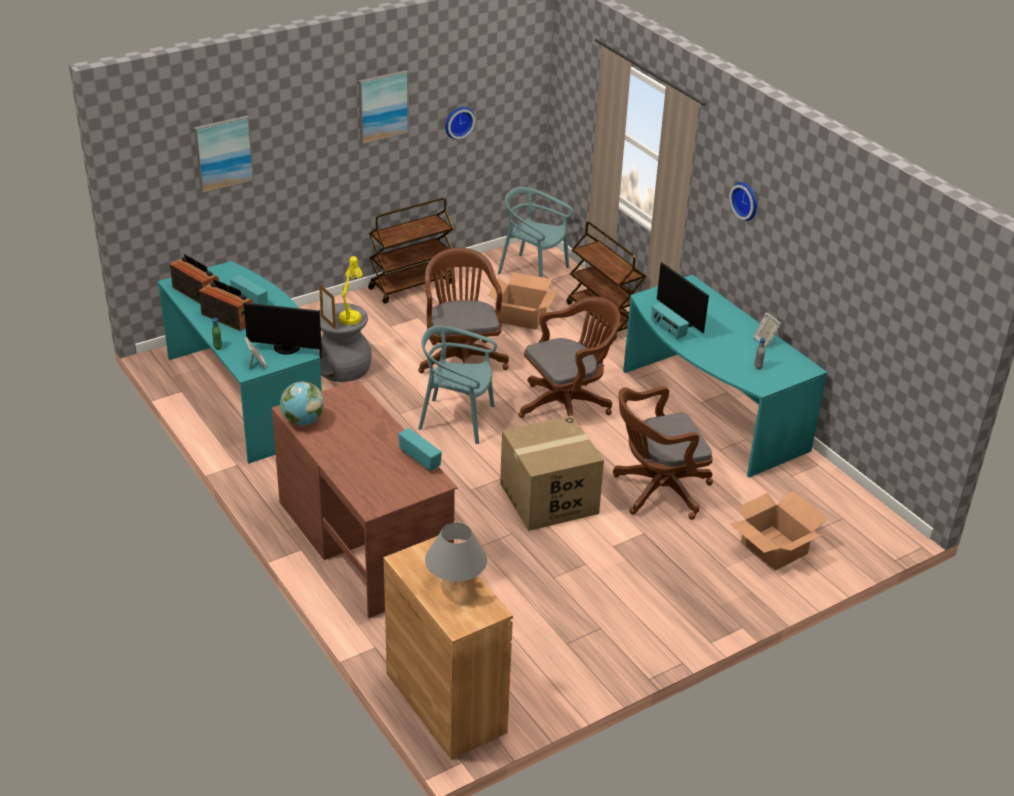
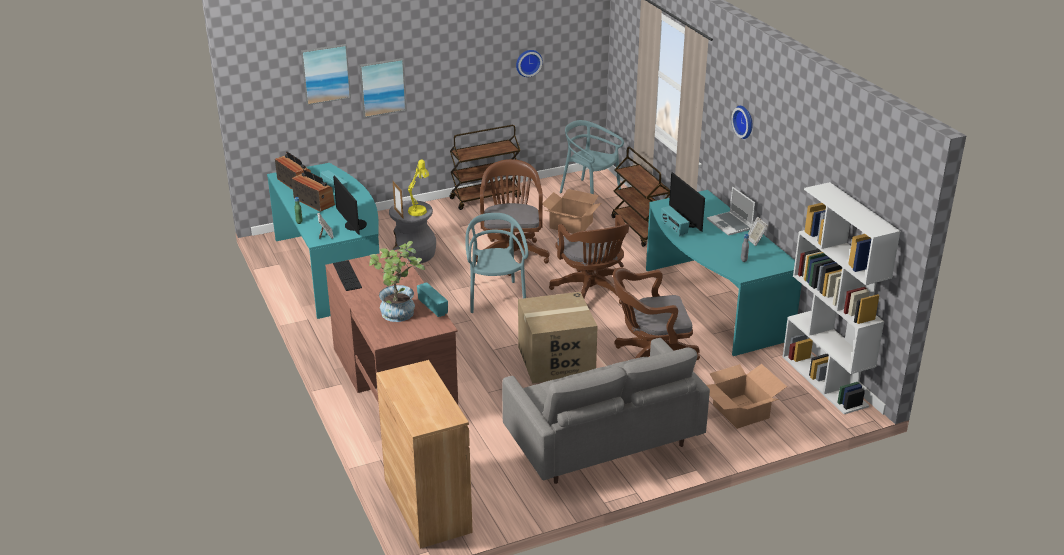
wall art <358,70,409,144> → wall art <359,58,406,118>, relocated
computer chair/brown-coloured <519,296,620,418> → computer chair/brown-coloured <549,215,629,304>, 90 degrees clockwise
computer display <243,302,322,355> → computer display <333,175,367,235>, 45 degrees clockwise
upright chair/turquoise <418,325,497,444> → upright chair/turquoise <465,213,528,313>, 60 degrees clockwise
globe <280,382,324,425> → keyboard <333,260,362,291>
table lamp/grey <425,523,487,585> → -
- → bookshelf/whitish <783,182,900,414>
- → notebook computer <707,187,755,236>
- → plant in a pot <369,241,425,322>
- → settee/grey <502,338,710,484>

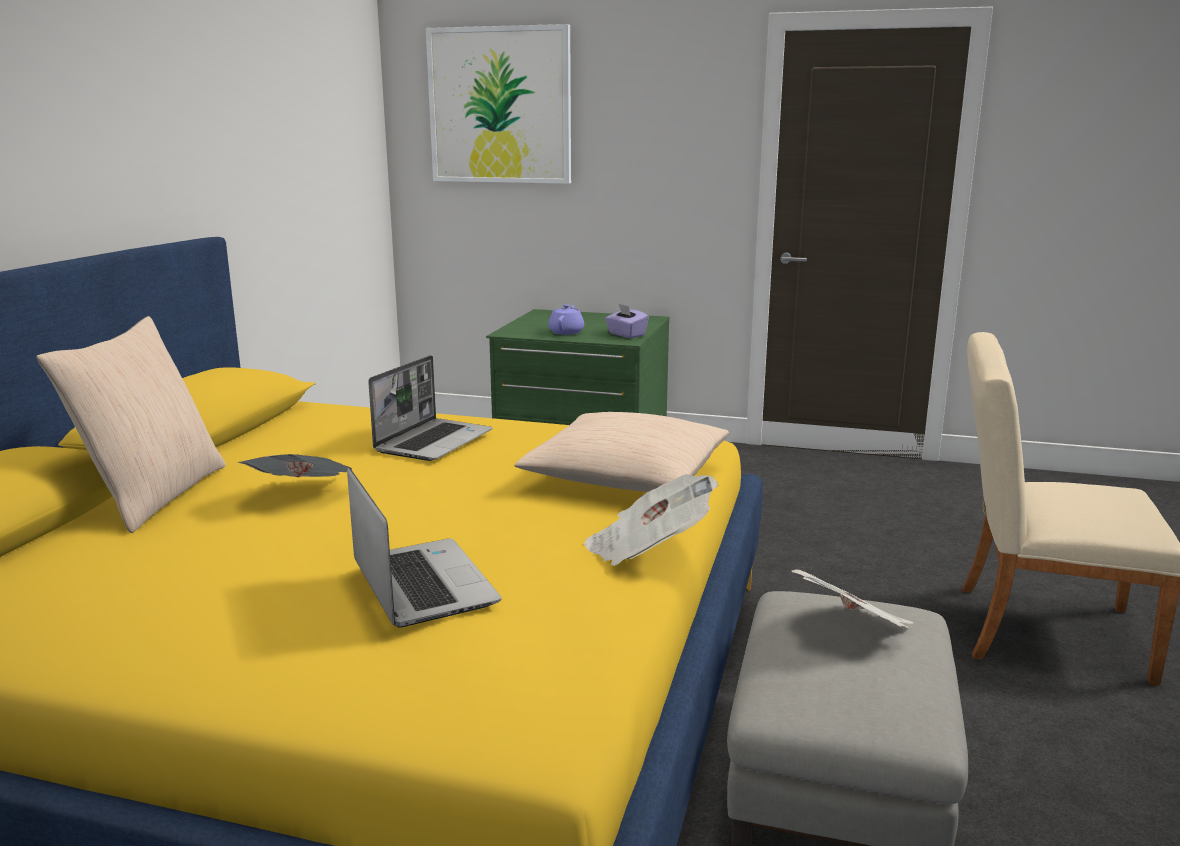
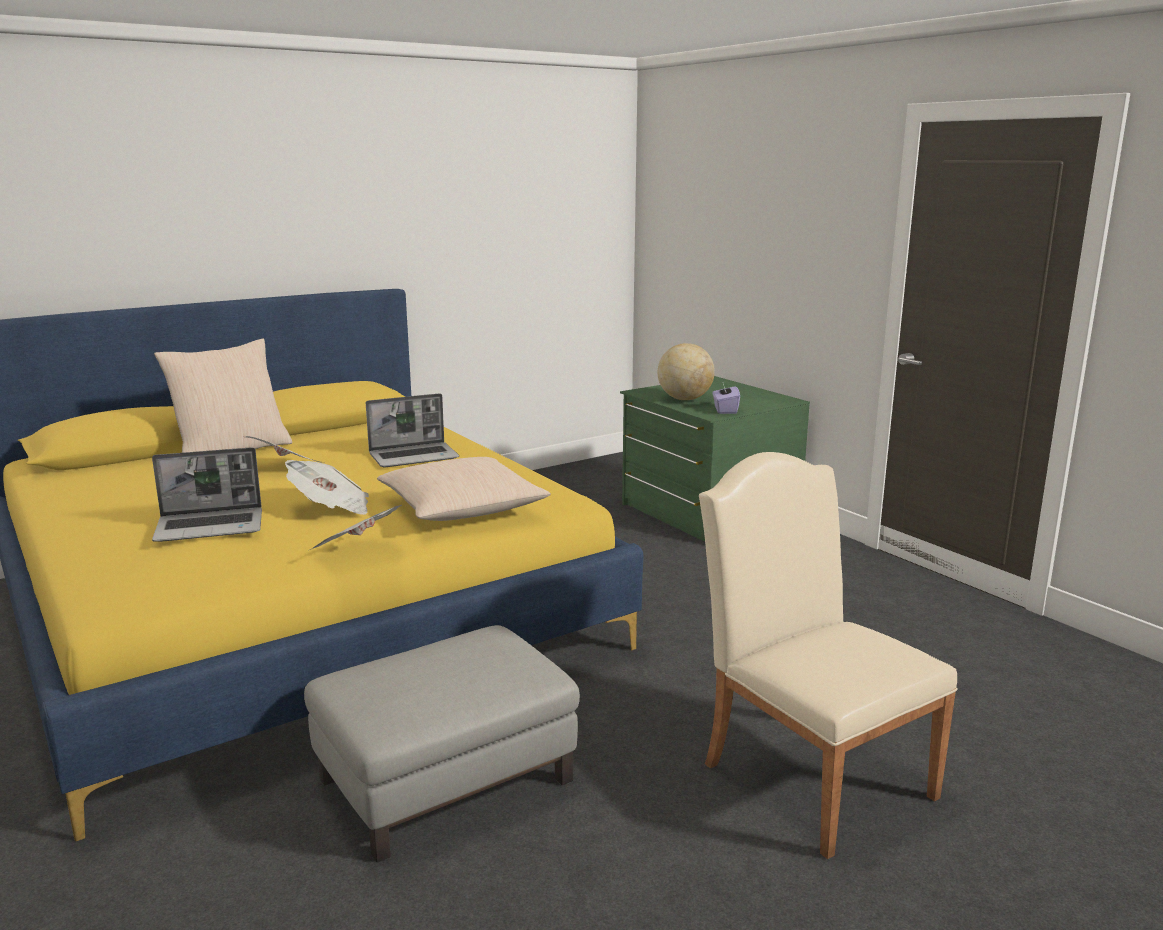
wall art <426,24,571,184> → -
pot for tea/purplish <548,304,584,335> → globe <658,343,715,400>
notebook computer <347,467,502,628> → notebook computer <152,447,262,542>, 60 degrees clockwise
newspaper <792,570,914,628> → newspaper <285,460,369,515>, relocated

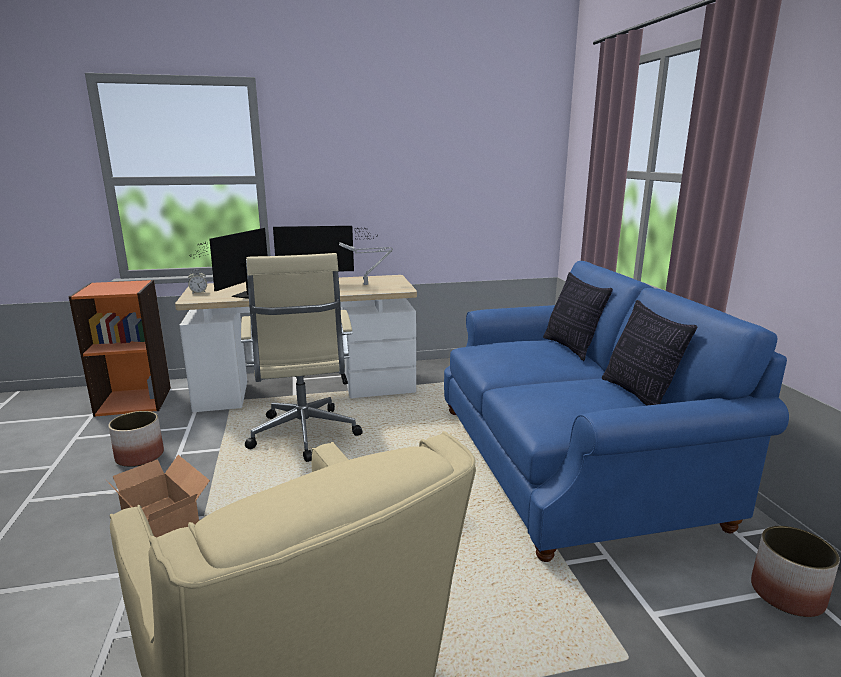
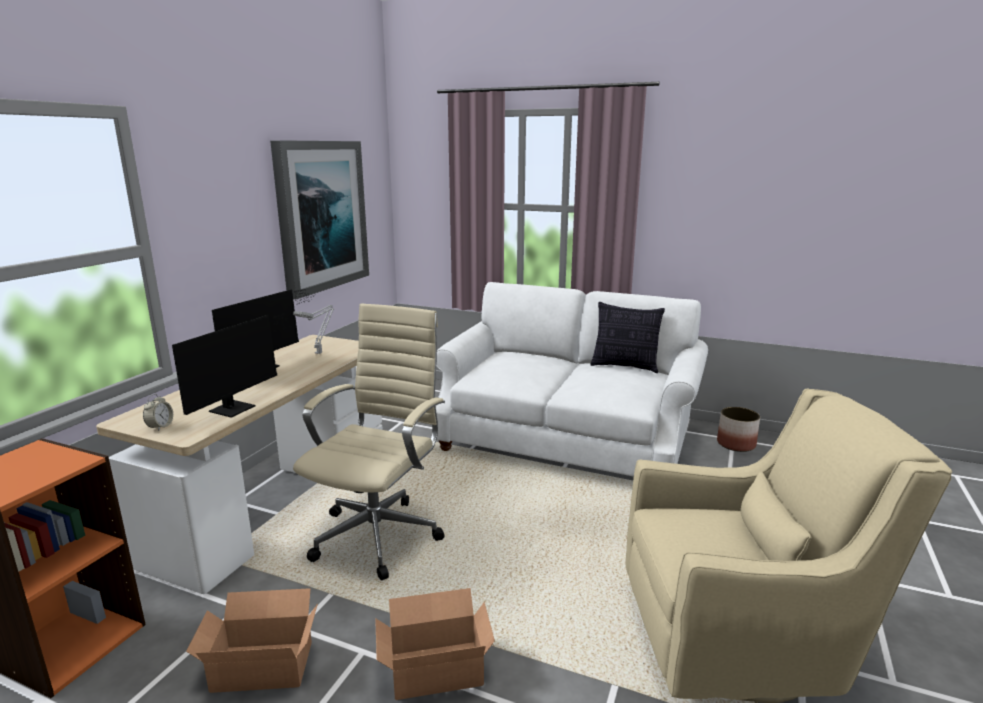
computer display <189,228,268,299> → computer display <172,313,296,418>, 120 degrees counterclockwise
computer chair/beige-coloured <241,253,362,462> → computer chair/beige-coloured <293,303,445,580>, 90 degrees counterclockwise
settee/blue <444,261,789,562> → settee/whitish <436,282,708,477>
pillow <543,272,613,361> → -
planter <108,411,164,467> → carton <186,588,318,693>
- → wall art <270,140,369,299>

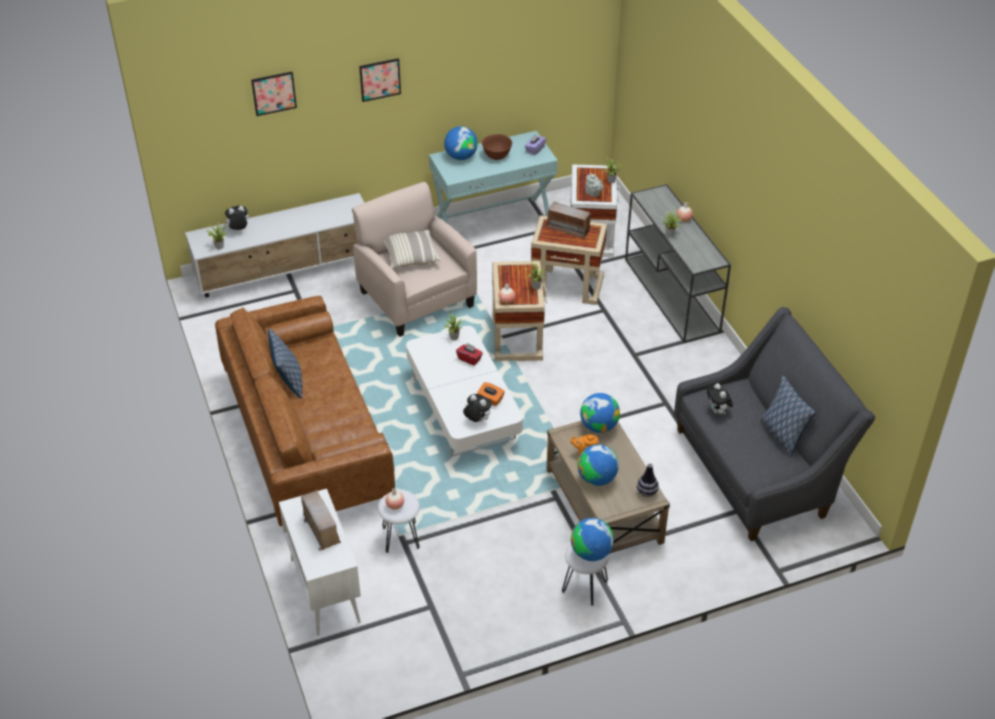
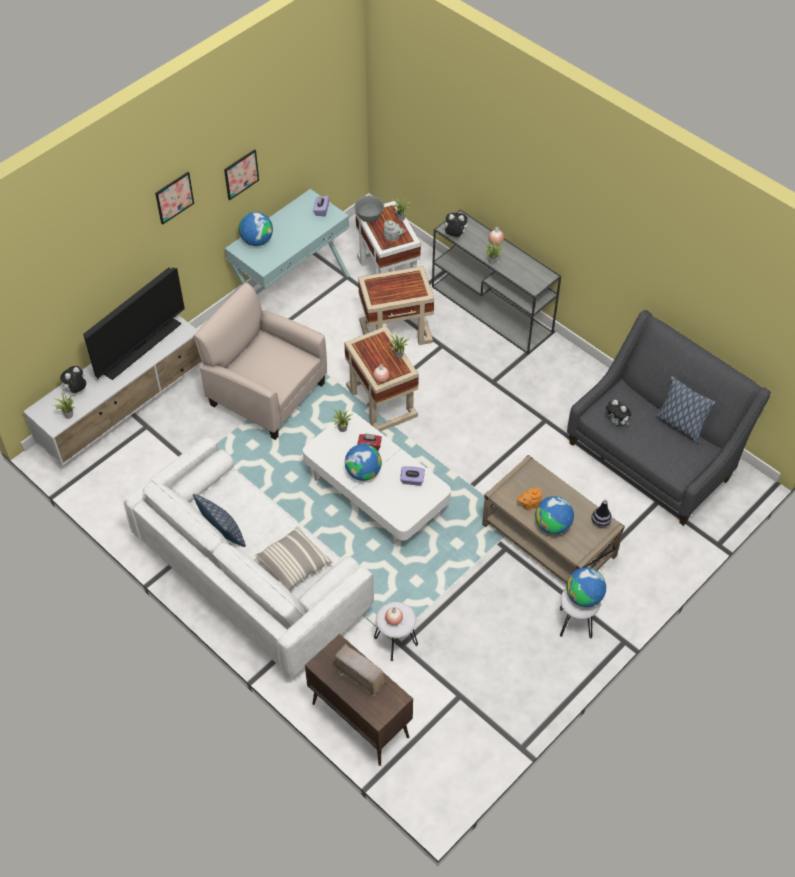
wall art <251,72,297,116> → wall art <224,149,259,200>, relocated
serving bowl/brown-coloured <482,134,512,160> → -
radio <545,202,591,239> → -
pillow <384,230,441,268> → pillow <254,526,333,591>, relocated
settee/brown-coloured <215,296,395,526> → settee/whitish <124,436,374,678>
tissue box/orangey <477,382,505,406> → tissue box/purplish <400,466,425,485>
globe <580,393,620,433> → globe <345,444,382,481>, relocated
cuddly toy <463,394,492,422> → cuddly toy <442,213,468,237>, relocated
cupboard/whitish <279,489,361,636> → cupboard/brown-coloured <305,634,413,766>
- → serving bowl/grey <354,196,384,222>
- → TV <83,267,185,380>

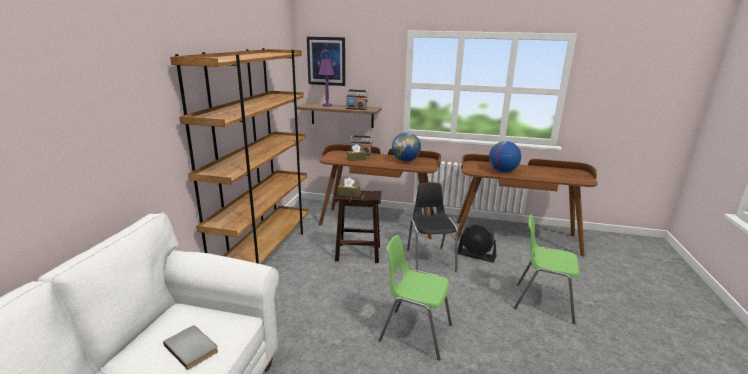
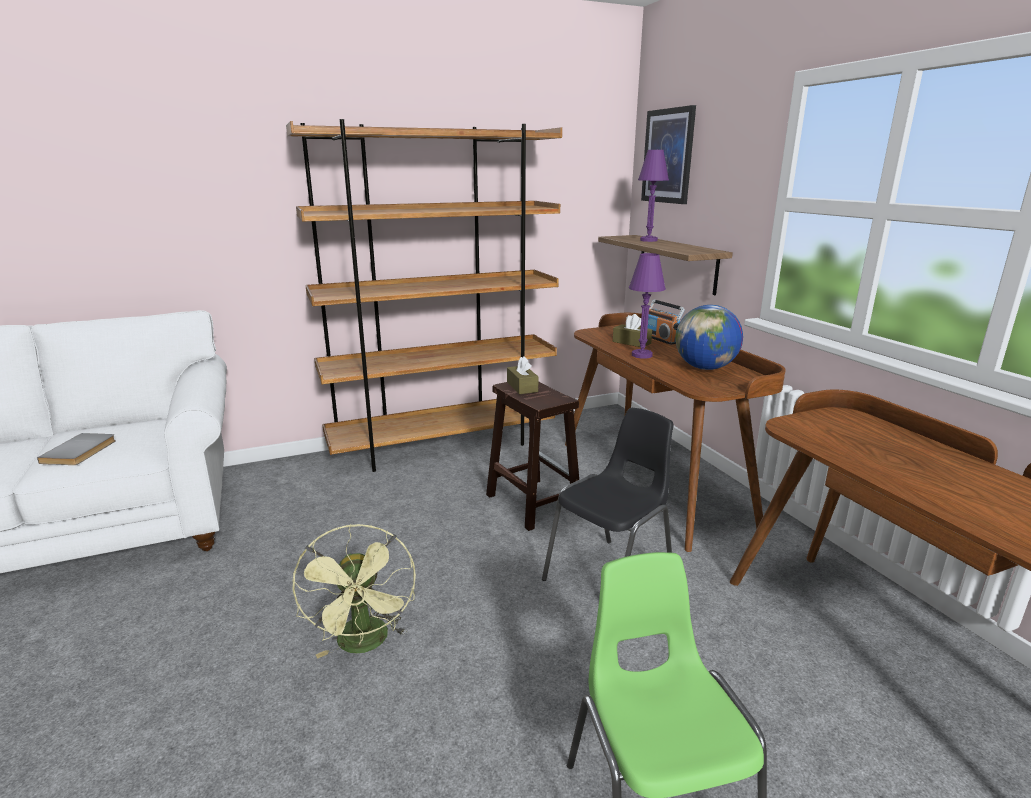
radio <346,89,368,110> → -
globe <489,141,521,172> → -
fan/blackish <458,222,496,263> → -
upright chair/green-coloured <379,235,452,361> → fan/green-coloured <292,524,416,659>
- → table lamp/purplish <629,253,666,359>

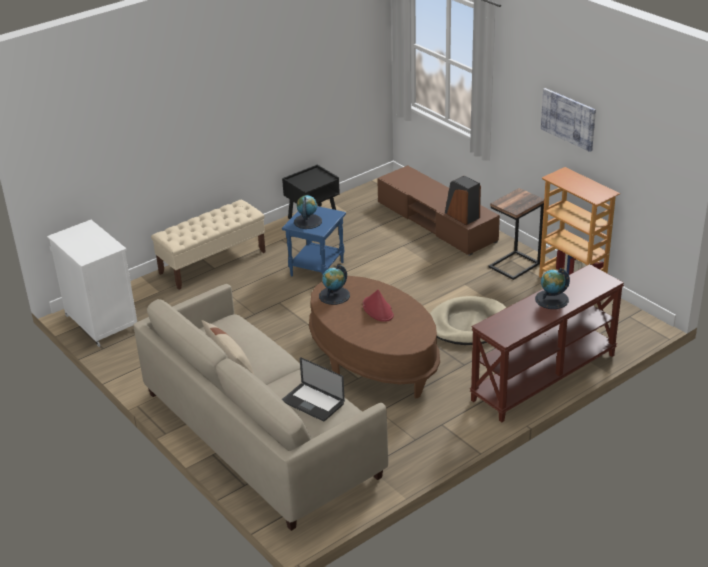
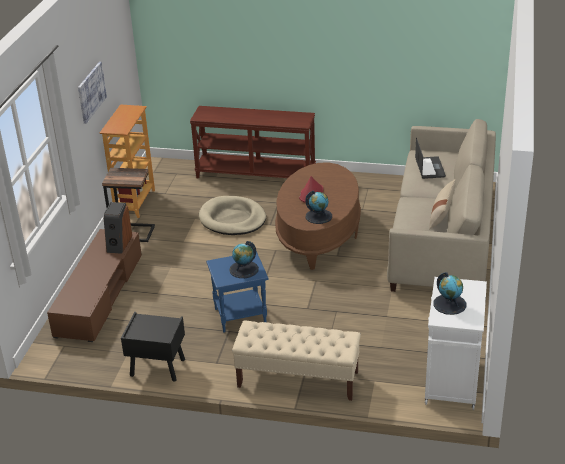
globe <535,268,570,309> → globe <433,272,466,315>, relocated

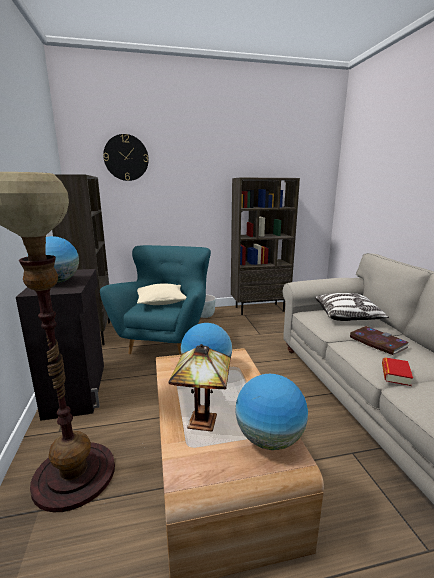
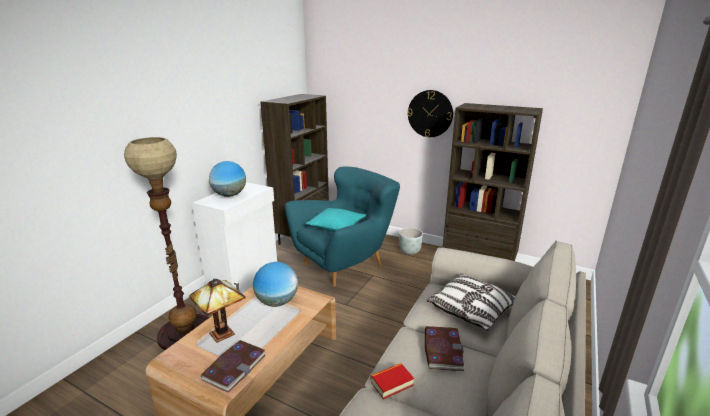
wall clock <103,134,149,181> → wall clock <408,90,453,137>, relocated
cupboard/blackish <16,269,104,421> → cupboard/whitish <192,182,277,293>
pillow/beige-coloured <137,284,186,305> → pillow/turquoise <306,208,366,232>
globe <235,374,308,450> → bound book <201,340,266,393>

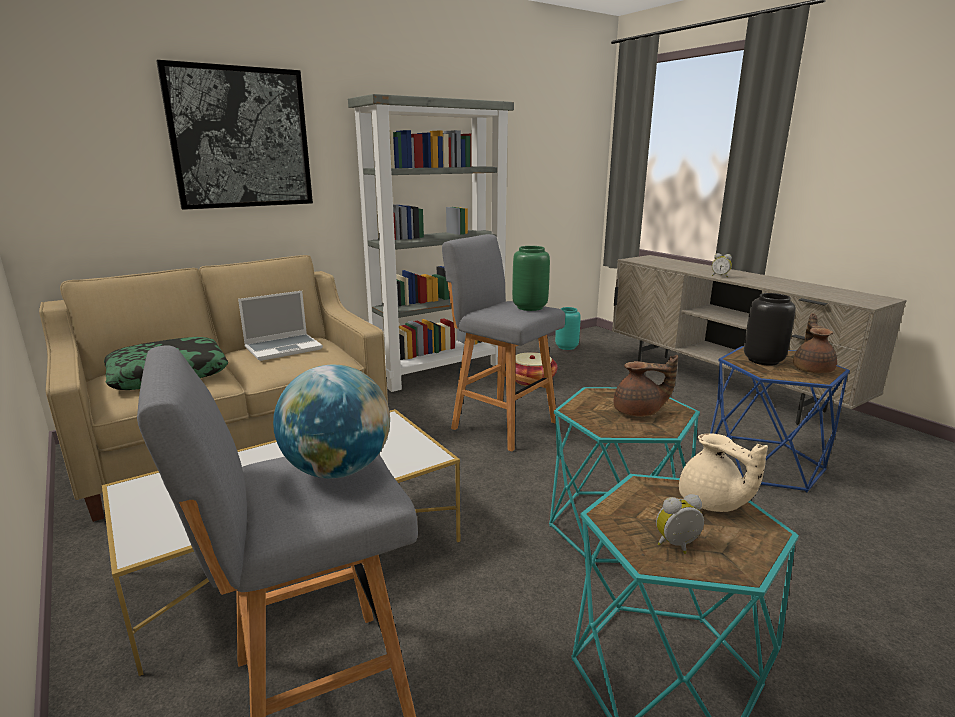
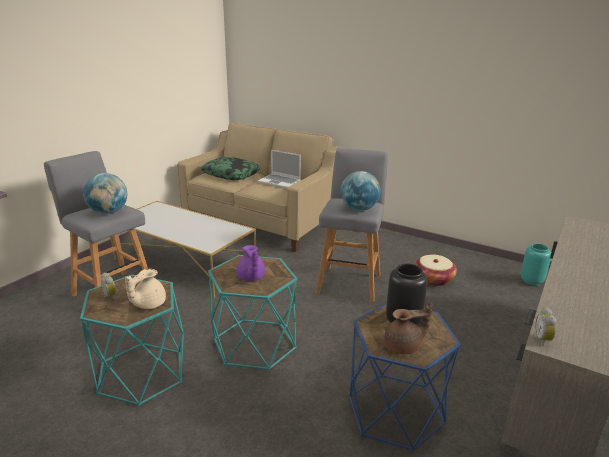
wall art <157,60,313,210> → -
bookshelf/grey <348,94,514,392> → -
flower vase/green-coloured <512,246,550,311> → globe <341,171,380,211>
table clock <712,253,732,277> → table clock <535,307,556,346>, relocated
pot for tea/brown-coloured <614,355,678,417> → pot for tea/purplish <236,245,265,281>

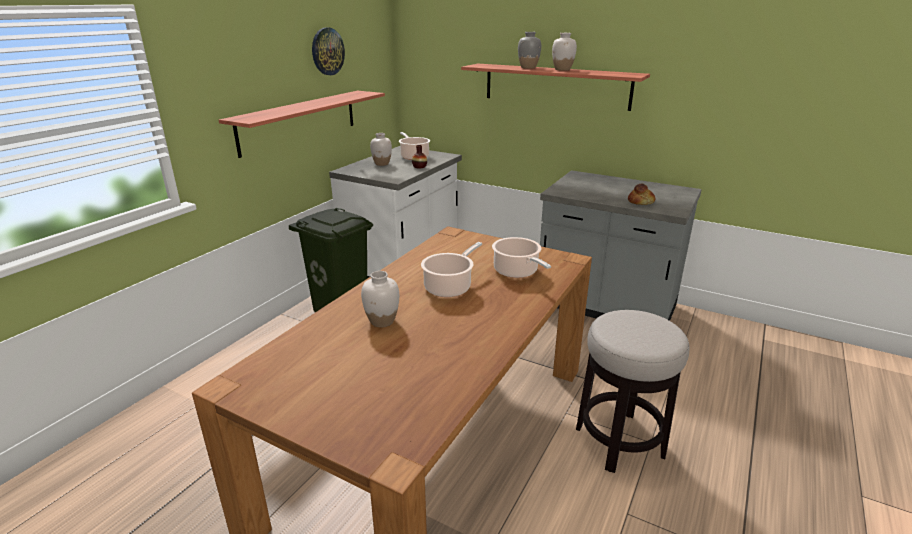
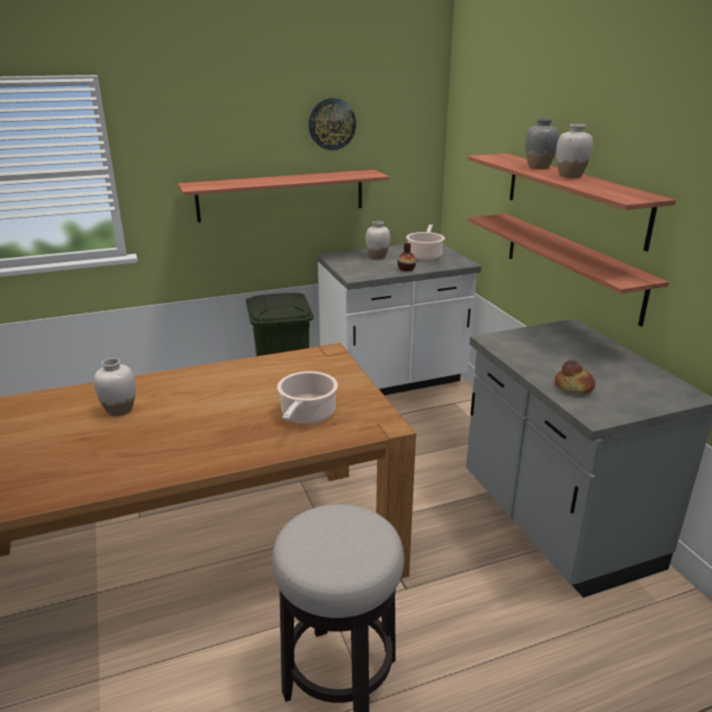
saucepot <421,242,482,297> → -
- → bracket shelf <468,214,669,327>

